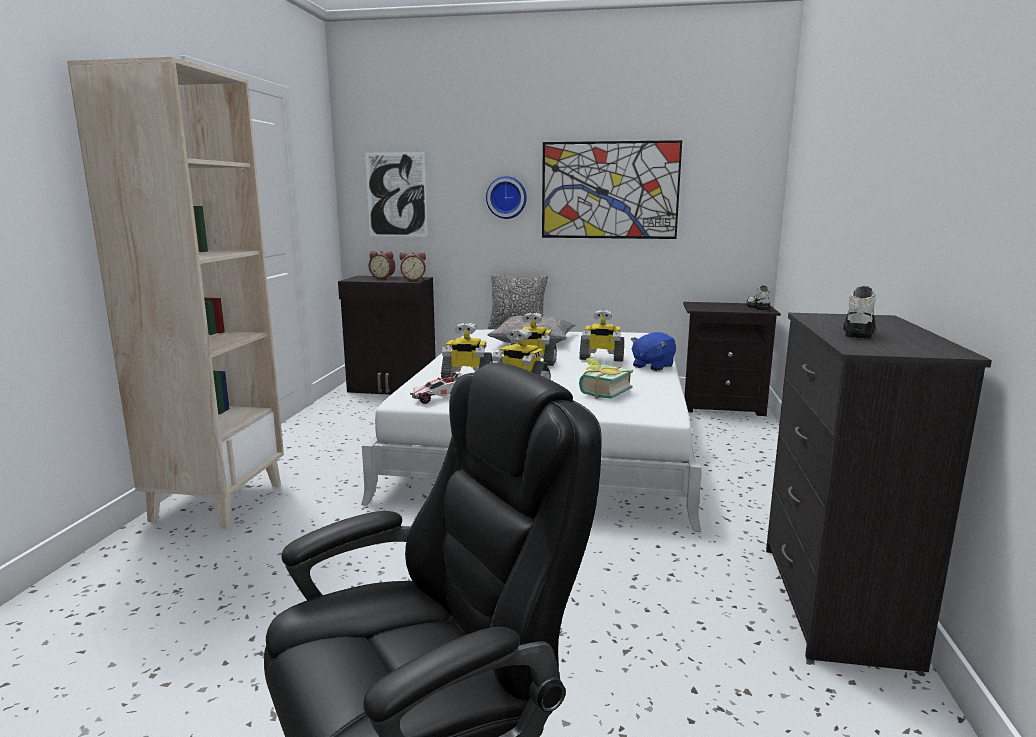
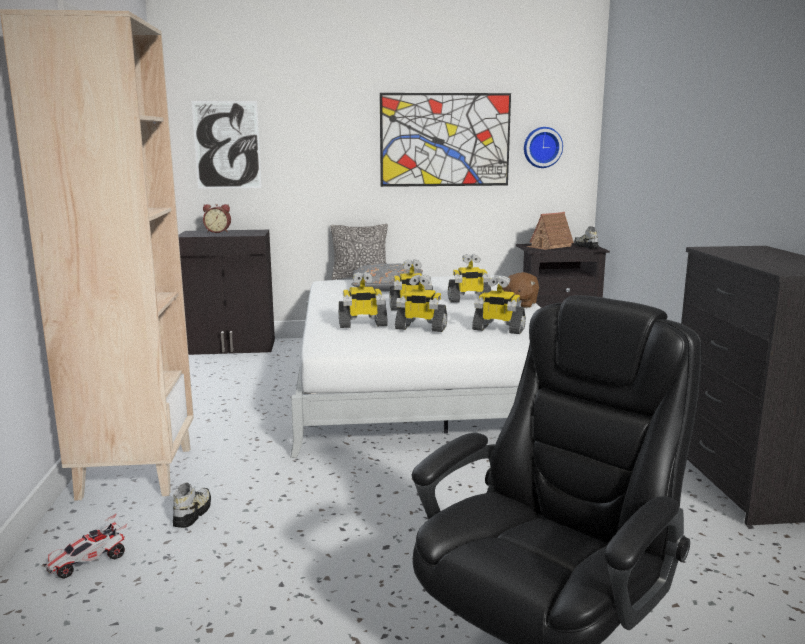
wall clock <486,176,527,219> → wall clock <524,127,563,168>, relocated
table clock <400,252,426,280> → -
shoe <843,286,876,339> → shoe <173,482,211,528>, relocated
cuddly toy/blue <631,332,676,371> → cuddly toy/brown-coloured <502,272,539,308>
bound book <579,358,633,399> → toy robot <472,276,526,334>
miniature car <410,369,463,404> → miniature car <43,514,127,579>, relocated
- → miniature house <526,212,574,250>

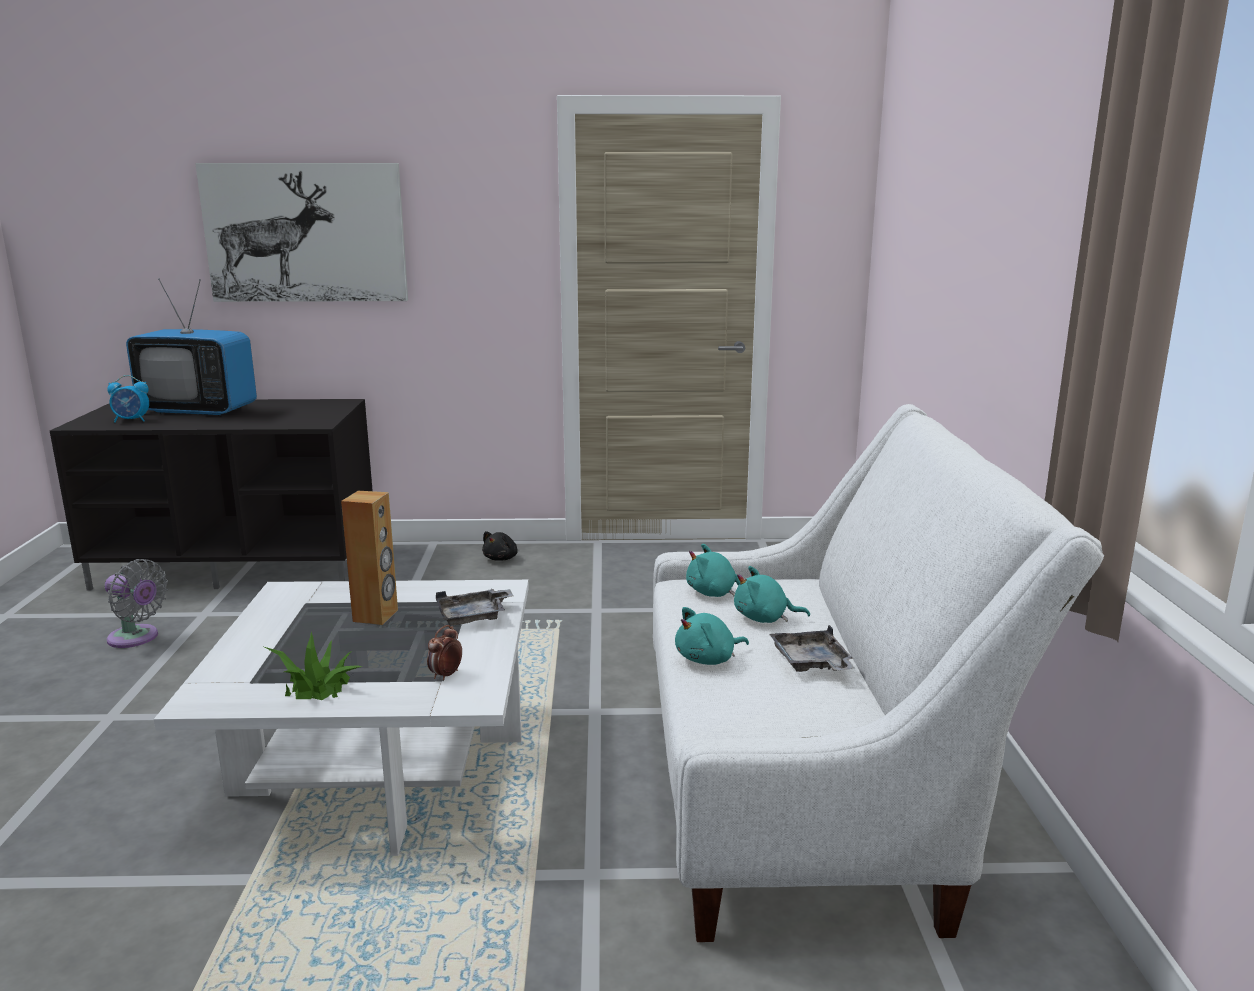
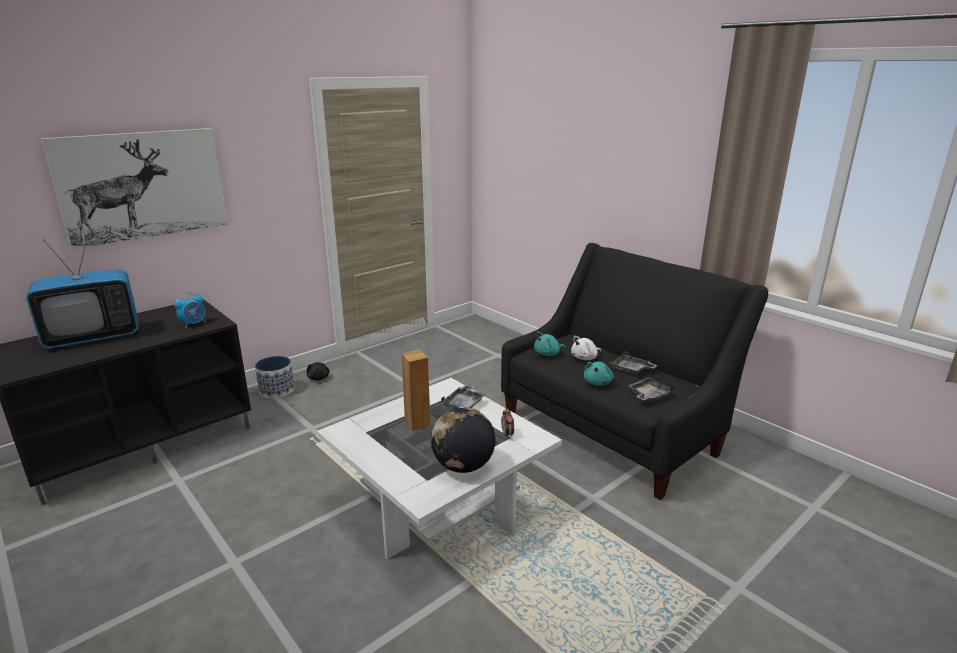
table clock <107,375,149,423> → table clock <174,292,206,328>, relocated
settee/whitish <653,404,1104,942> → settee/blackish <501,243,768,500>
fan/grey <105,559,168,648> → -
cuddly toy/turquoise <734,566,810,623> → cuddly toy/whitish <571,336,601,360>
plant in a pot <262,632,362,700> → globe <431,407,496,473>
- → planter <255,356,294,399>
- → tray/grey <628,377,674,401>

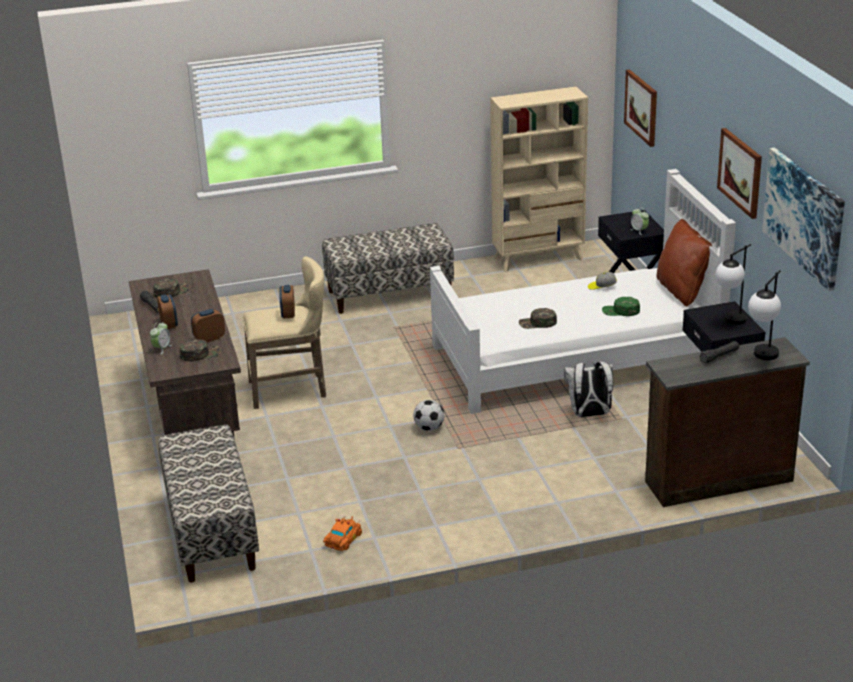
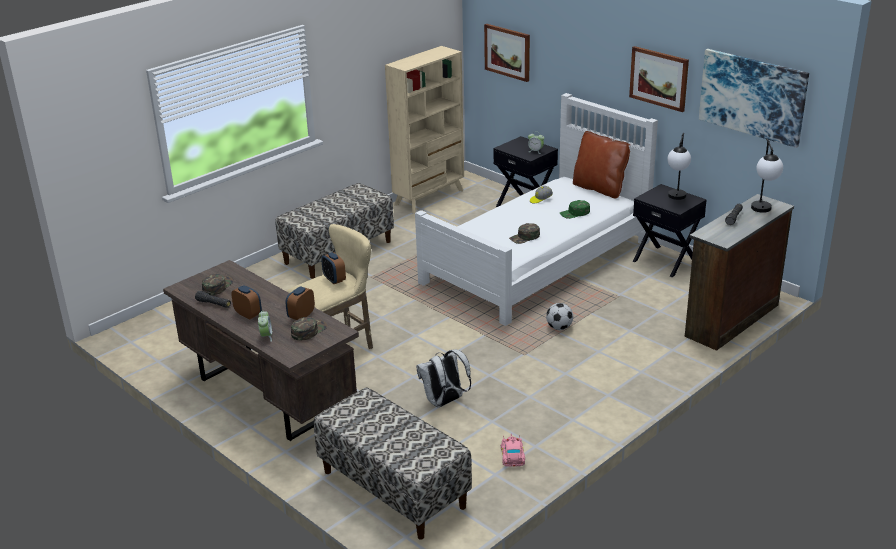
rucksack/whitish <564,361,613,417> → rucksack/whitish <416,349,471,407>, relocated
football <413,400,444,431> → football <546,303,573,330>, relocated
miniature car/orangey <323,516,362,551> → miniature car/pink <501,434,525,467>

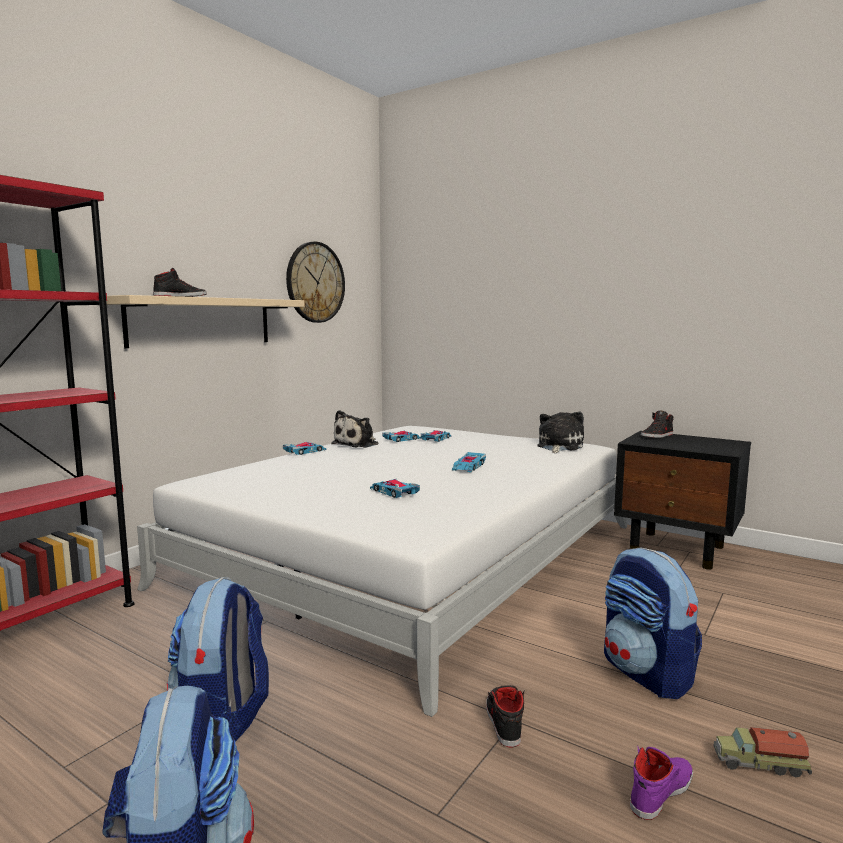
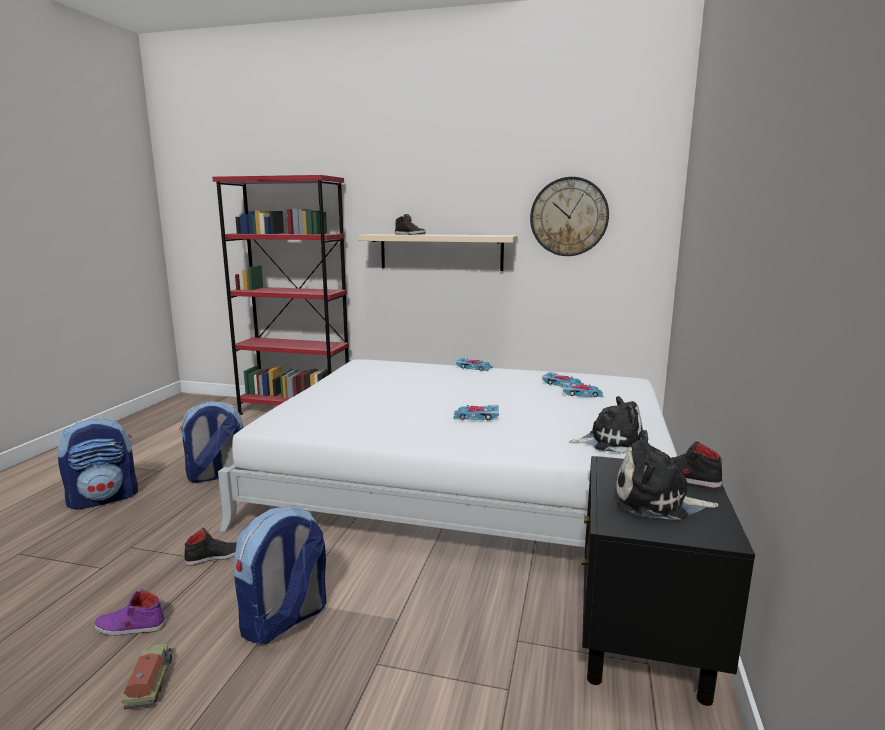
cuddly toy <331,410,378,448> → cuddly toy <616,430,718,520>, relocated
miniature car <370,479,420,498> → -
shoe/purplish <630,747,693,820> → shoe/purplish <94,589,166,635>, 150 degrees clockwise

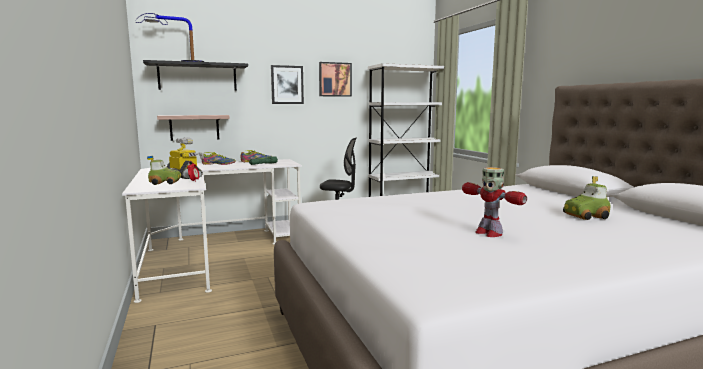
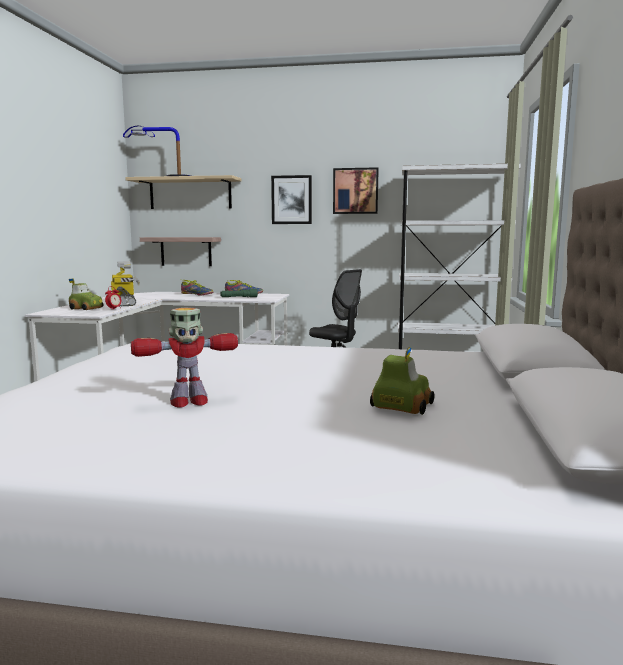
bracket shelf/blackish <143,60,248,91> → bracket shelf/beige-coloured <125,175,242,209>
toy robot <462,167,527,237> → toy robot <131,308,238,408>, 105 degrees counterclockwise
miniature car <563,176,611,220> → miniature car <370,347,435,415>, 105 degrees clockwise

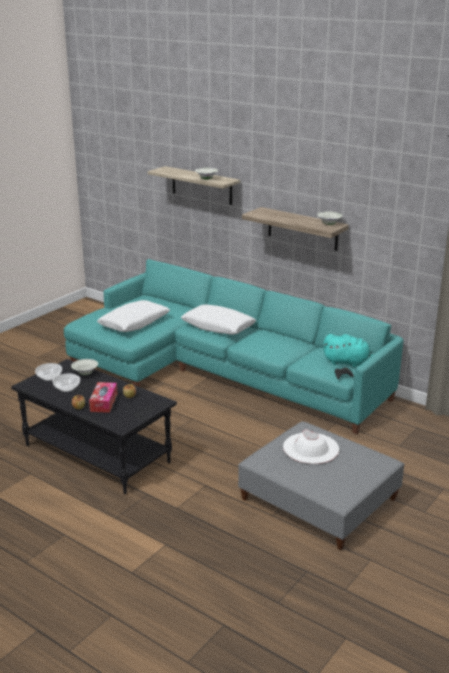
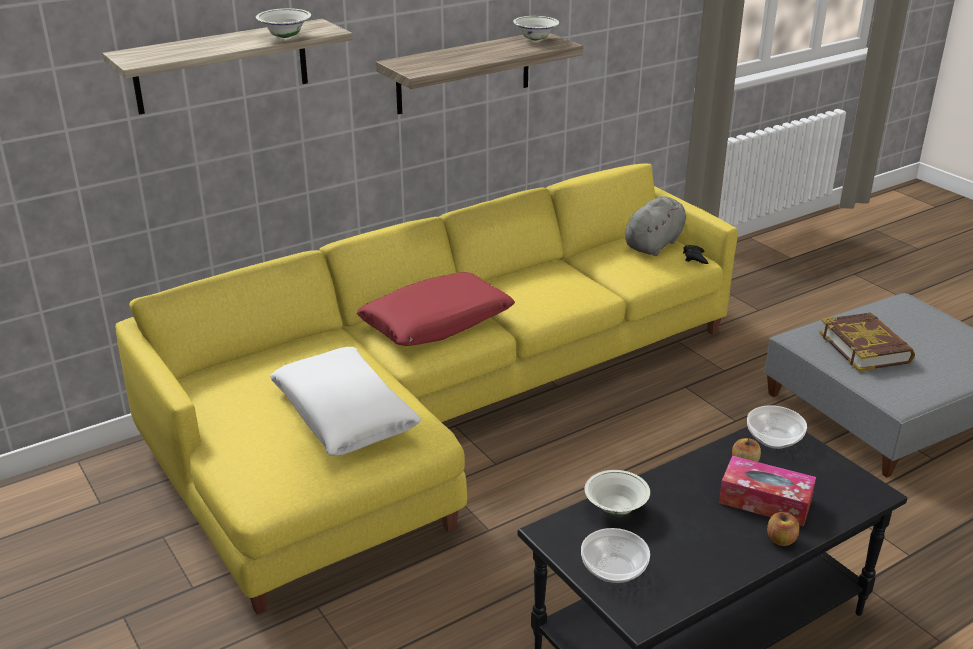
settee/turquoise <64,259,404,434> → settee/yellowish <115,164,738,615>
pillow/whitish <181,305,256,335> → pillow/red-coloured <357,272,515,346>
cuddly toy/turquoise <323,334,373,368> → cuddly toy/grey <625,196,686,256>
serving bowl <53,373,80,392> → serving bowl <747,405,807,449>, relocated
hat/whitish <283,429,339,464> → bound book <819,313,915,371>

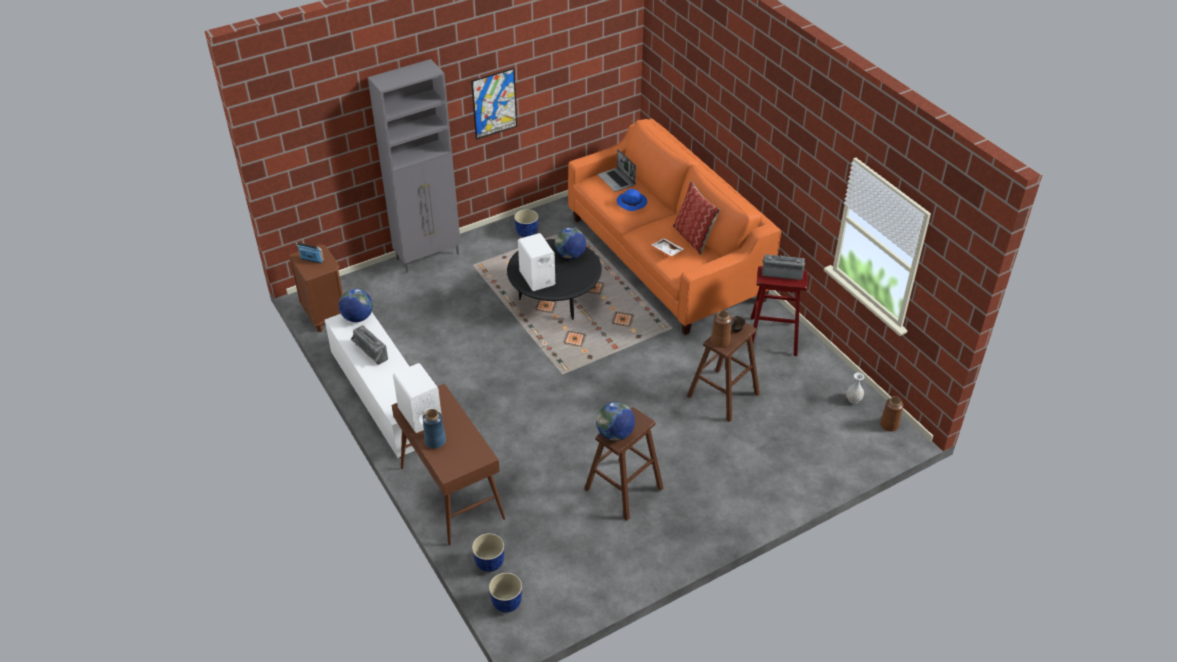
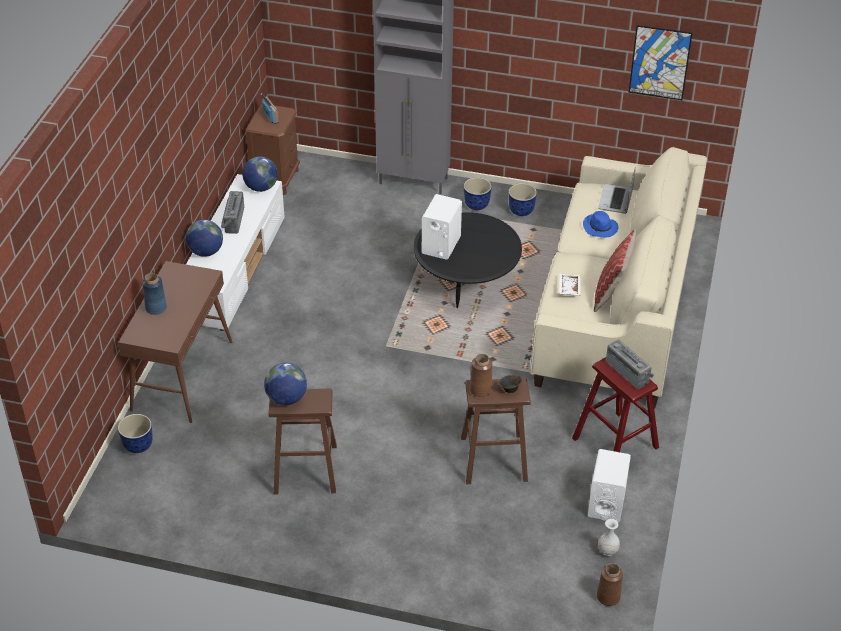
wall art <471,68,517,140> → wall art <629,25,693,100>, relocated
settee/orangey <568,119,781,335> → settee/beige-coloured <530,147,707,409>
globe <555,228,586,259> → globe <186,220,223,257>, relocated
audio speaker/whitish <393,363,442,433> → audio speaker/whitish <588,449,631,522>, relocated
planter <489,573,522,613> → planter <464,177,492,210>, relocated

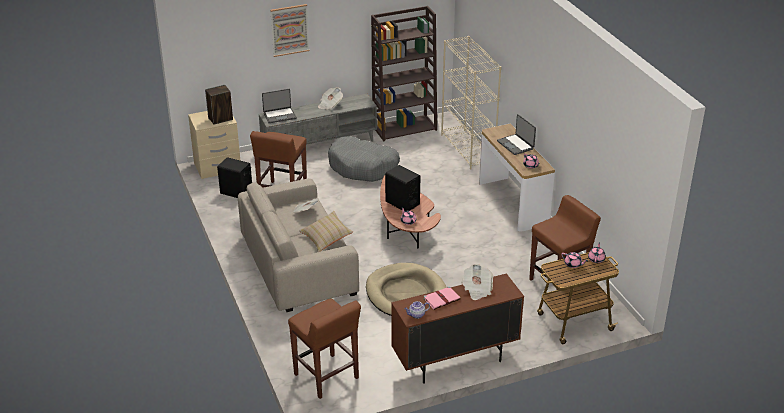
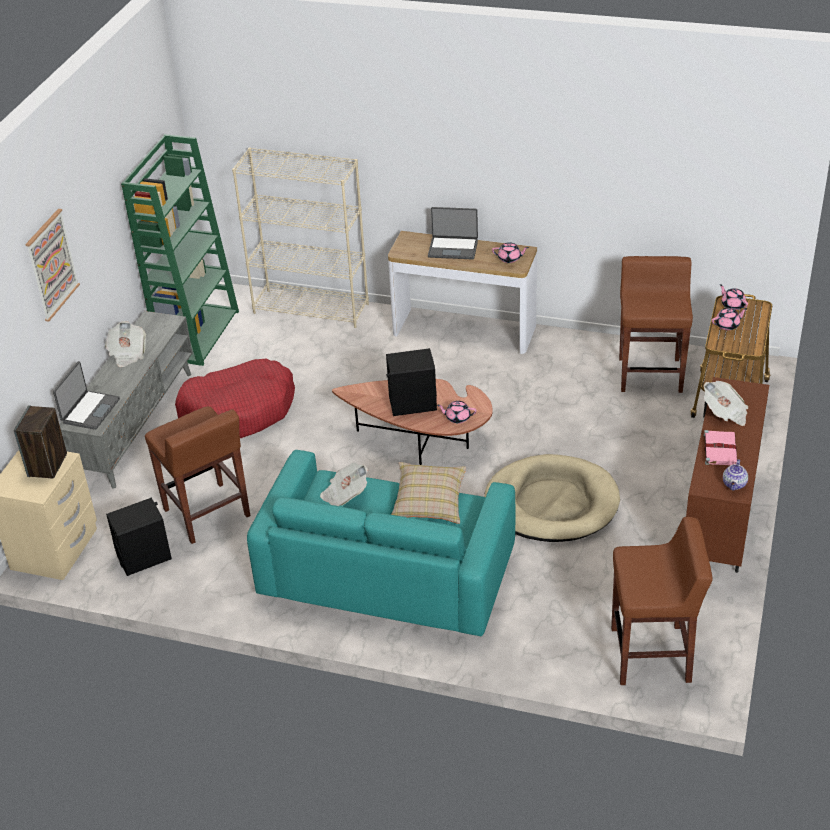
bookshelf/brown-coloured <371,6,437,141> → bookshelf/green-coloured <121,134,239,366>
pet bed/grey <328,136,400,182> → pet bed/red-coloured <175,359,295,438>
settee/beige-coloured <238,179,359,312> → settee/turquoise <247,450,515,636>

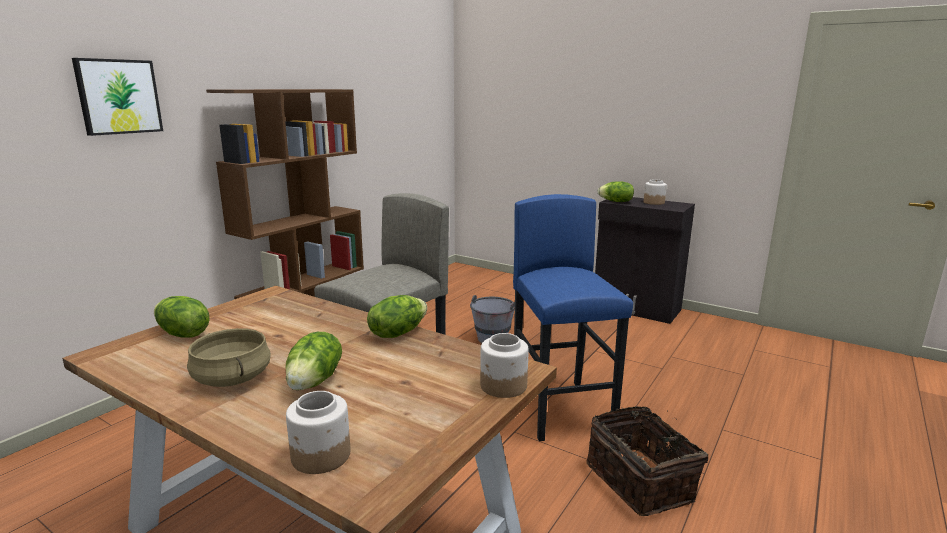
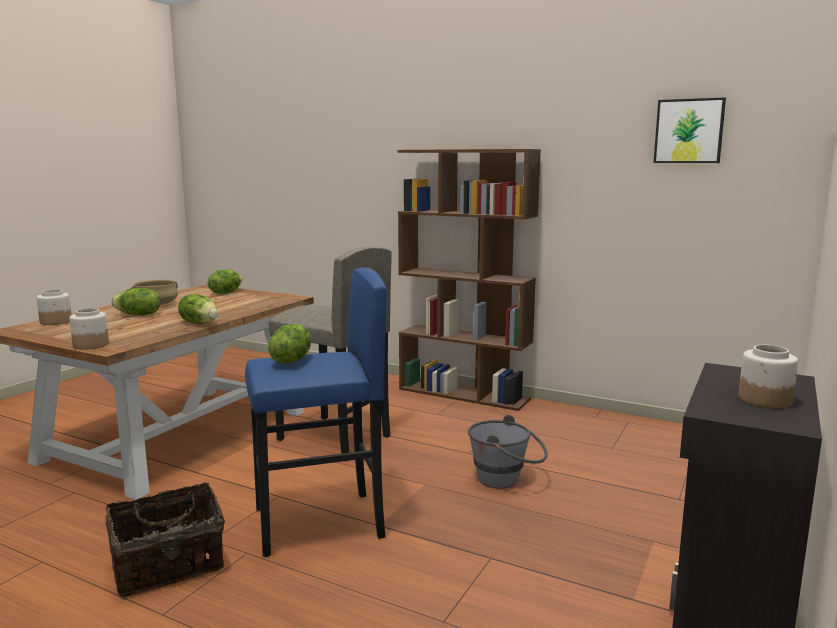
wall art <72,58,163,136> → wall art <654,97,726,163>, relocated
lettuce head <598,181,634,202> → lettuce head <268,324,311,363>, relocated

